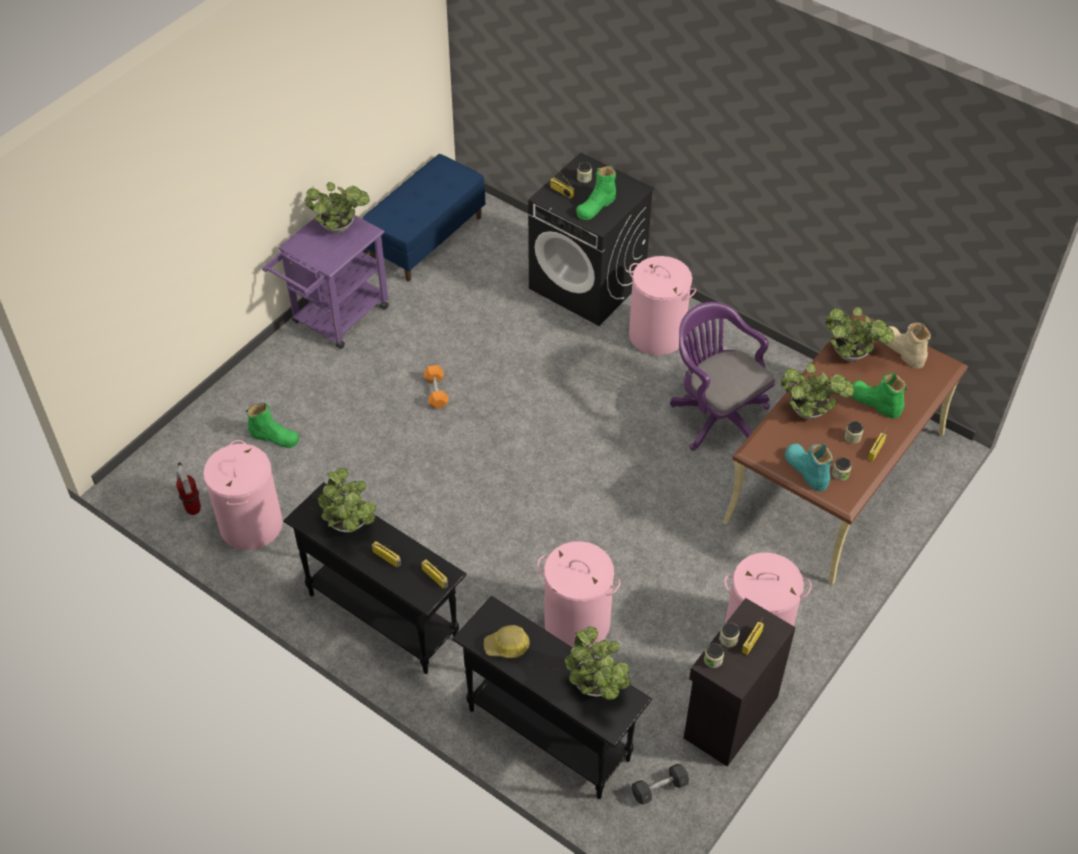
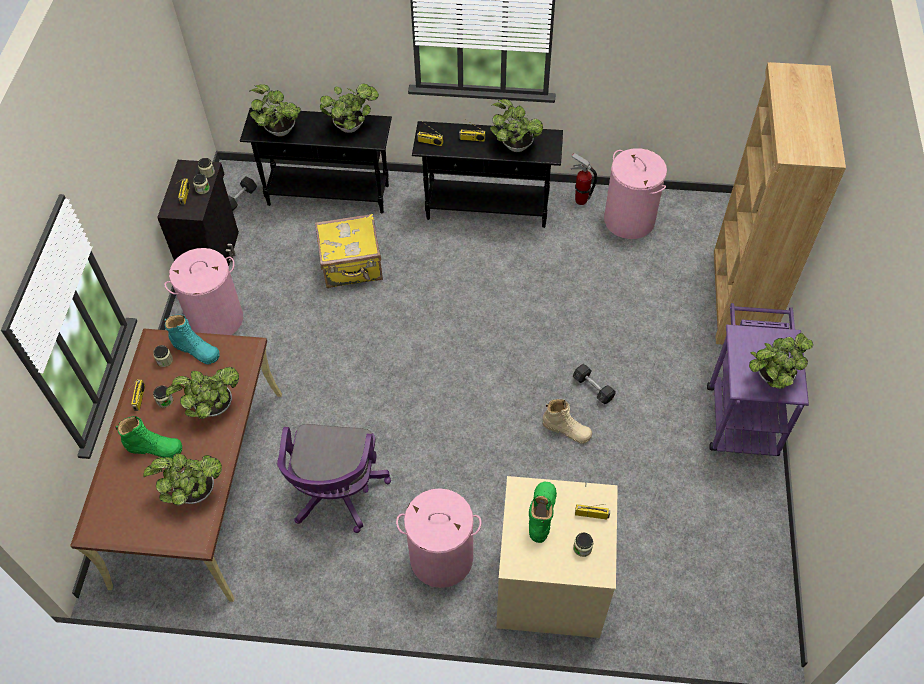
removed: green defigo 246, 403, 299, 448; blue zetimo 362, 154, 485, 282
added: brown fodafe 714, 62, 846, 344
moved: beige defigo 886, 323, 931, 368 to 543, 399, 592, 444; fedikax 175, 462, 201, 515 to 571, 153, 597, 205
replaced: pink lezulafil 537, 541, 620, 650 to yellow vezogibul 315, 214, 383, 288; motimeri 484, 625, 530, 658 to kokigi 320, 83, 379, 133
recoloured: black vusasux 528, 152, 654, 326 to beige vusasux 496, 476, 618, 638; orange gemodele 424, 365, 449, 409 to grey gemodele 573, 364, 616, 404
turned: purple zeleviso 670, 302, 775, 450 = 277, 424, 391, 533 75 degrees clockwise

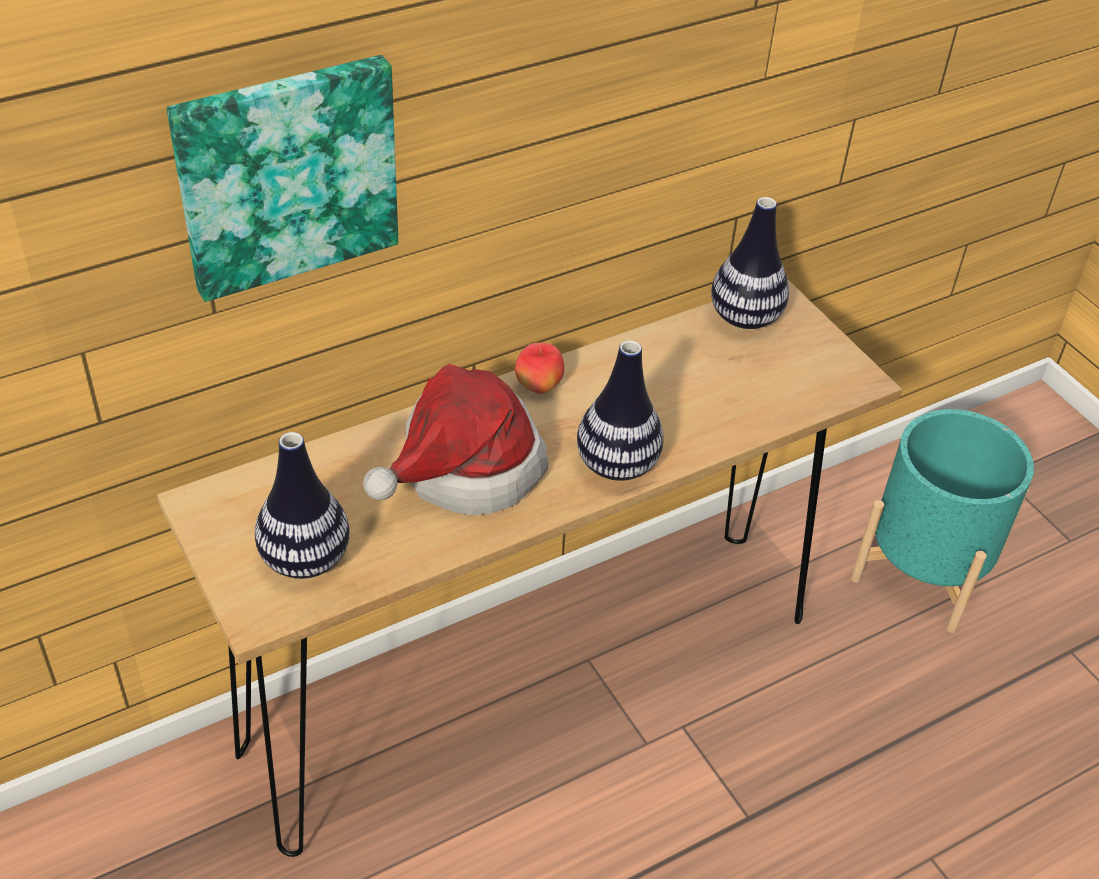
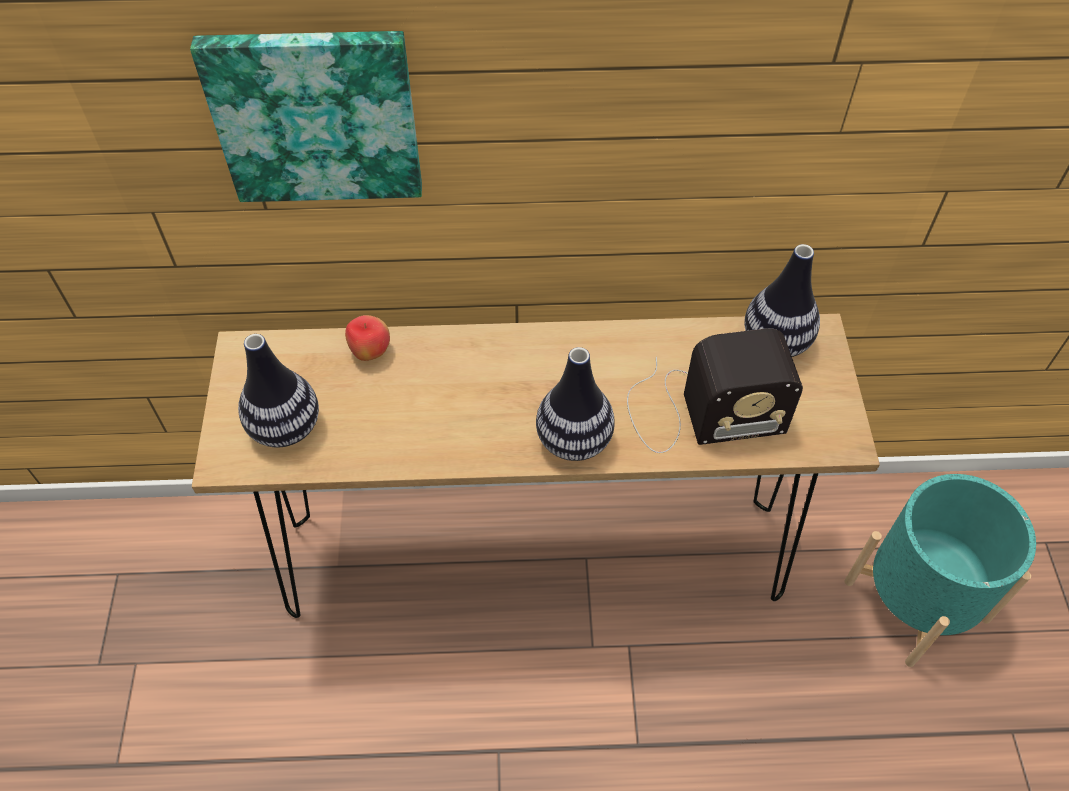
removed: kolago 363, 364, 548, 515
added: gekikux 627, 328, 803, 453
moved: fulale 515, 343, 564, 394 to 345, 315, 390, 361

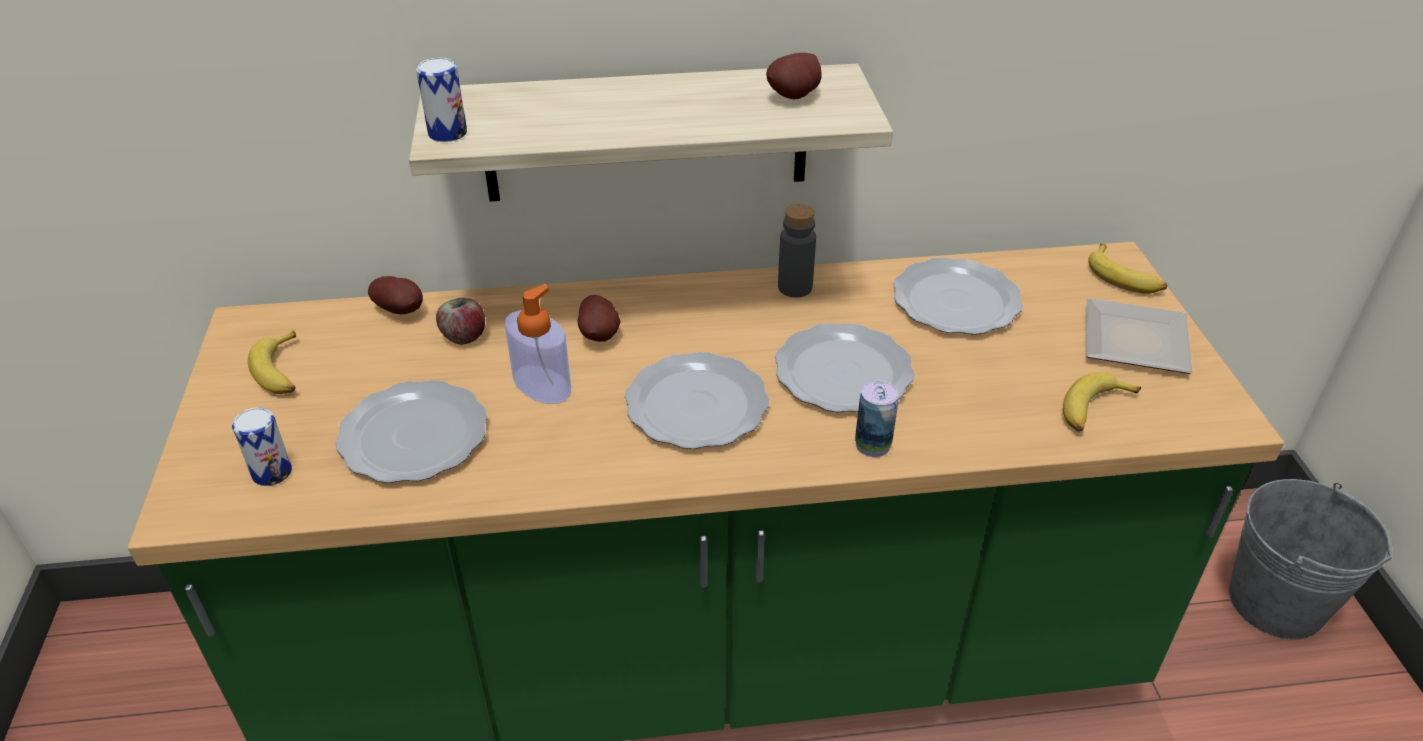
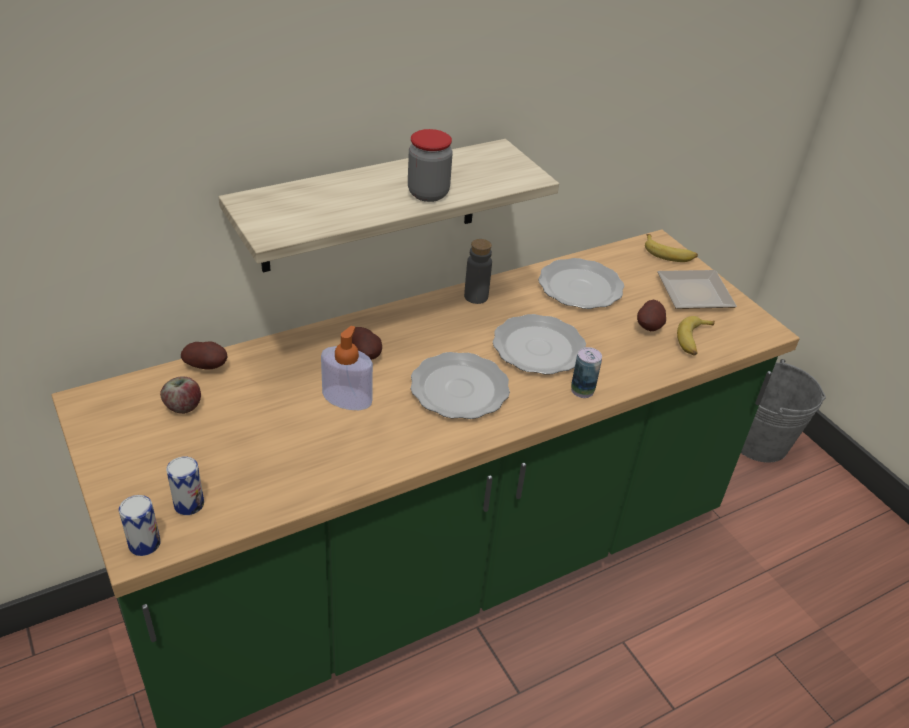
removed: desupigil 248, 330, 296, 394; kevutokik 335, 380, 487, 483
added: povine 408, 129, 453, 202
moved: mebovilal 416, 58, 467, 142 to 119, 495, 161, 556; fulale 436, 298, 485, 345 to 160, 377, 201, 414; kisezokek 766, 53, 821, 99 to 637, 300, 666, 331

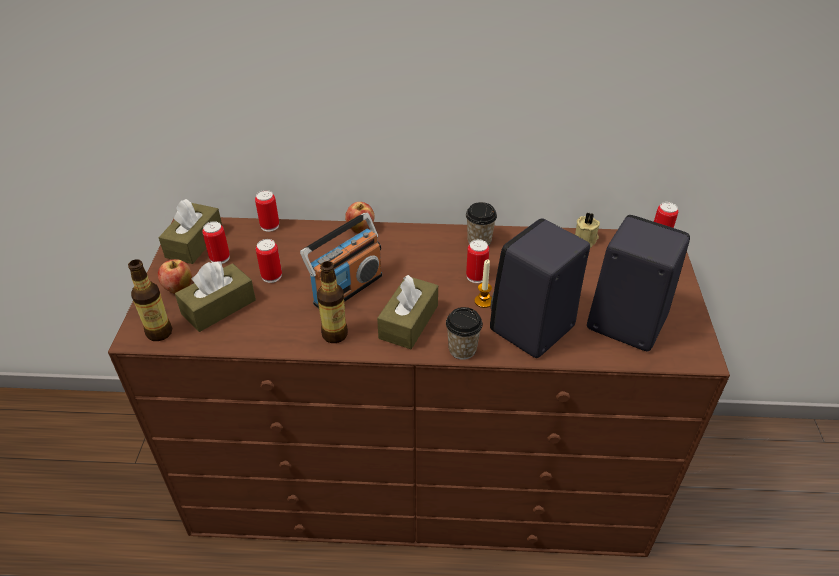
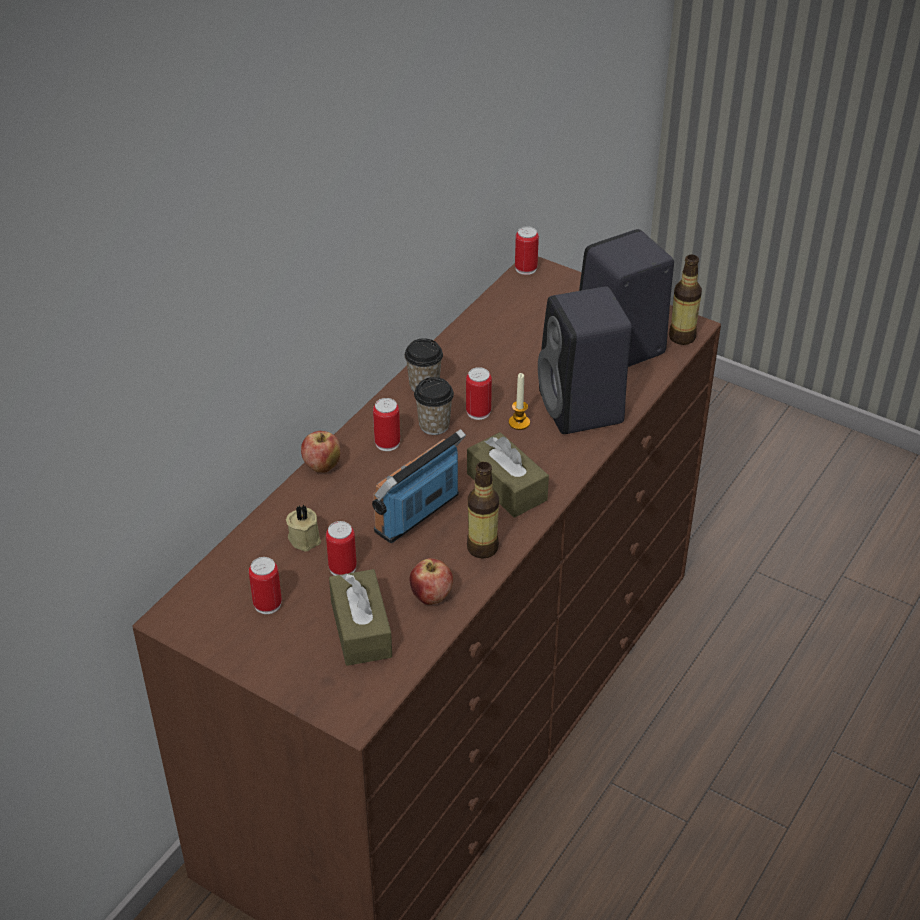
removed: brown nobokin 158, 199, 222, 264
moved: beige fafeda 575, 212, 600, 248 to 286, 505, 321, 551; mebovilal 255, 190, 279, 232 to 373, 398, 400, 451; fulale 158, 259, 192, 294 to 410, 558, 453, 605; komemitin 446, 307, 483, 360 to 414, 377, 454, 435; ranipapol 128, 259, 172, 341 to 669, 255, 702, 345
turned: gekikux 300, 213, 382, 308 = 372, 429, 466, 543 120 degrees counterclockwise

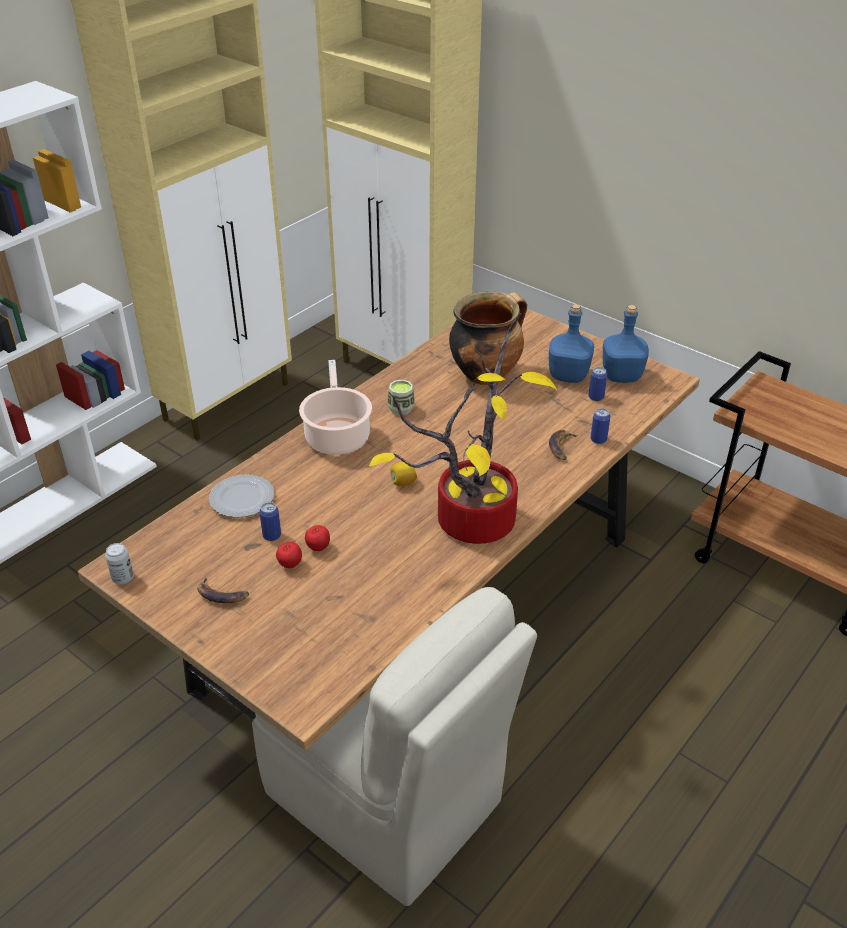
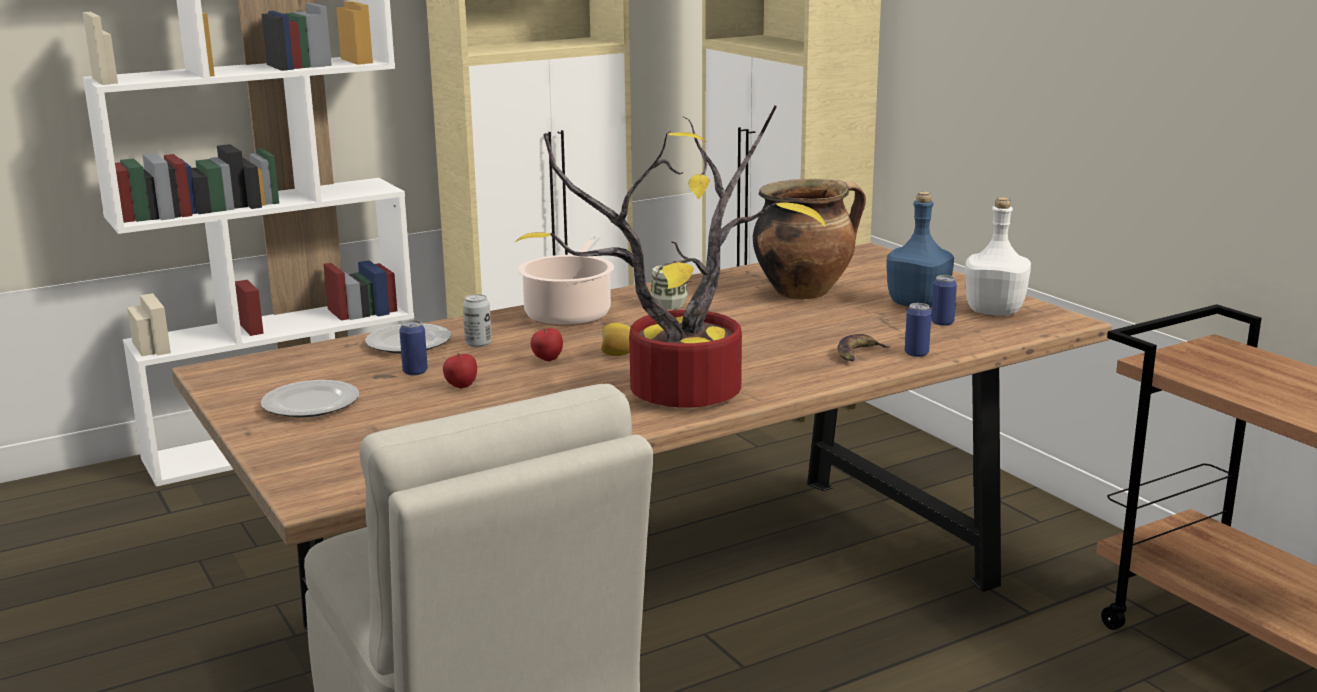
moved: mebovilal 105, 543, 134, 584 to 463, 294, 492, 347; fulale 276, 542, 302, 568 to 531, 328, 563, 361
replaced: desupigil 197, 576, 249, 603 to kevutokik 261, 380, 359, 417
recoloured: blue ranipapol 603, 305, 649, 383 to white ranipapol 965, 197, 1031, 315

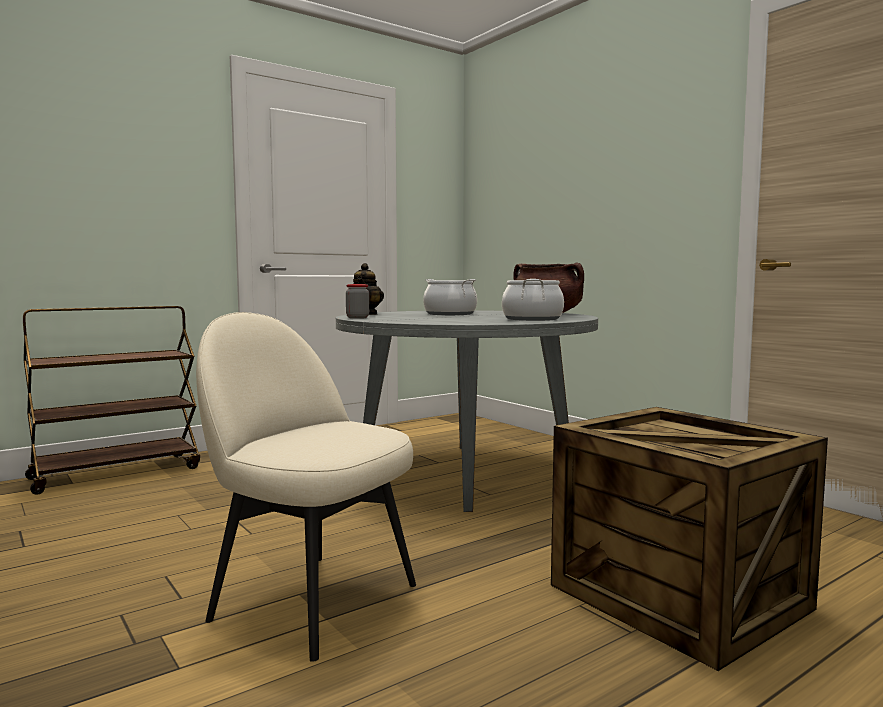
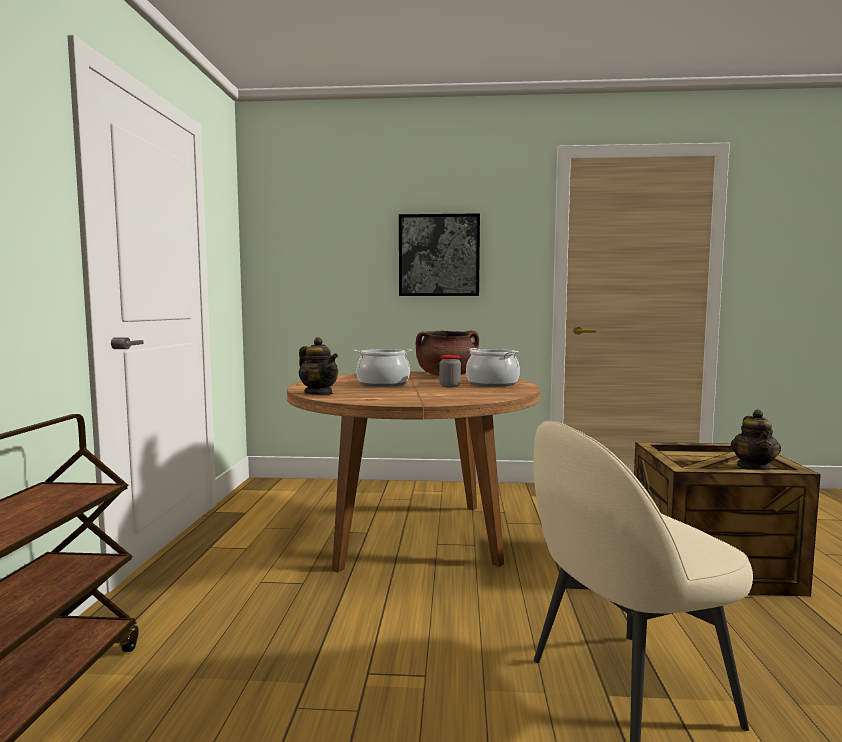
added: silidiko 399, 213, 480, 296; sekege 731, 409, 781, 470
moved: povine 346, 284, 369, 319 to 439, 355, 461, 388
recoloured: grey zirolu 336, 310, 598, 512 to brown zirolu 287, 372, 540, 572

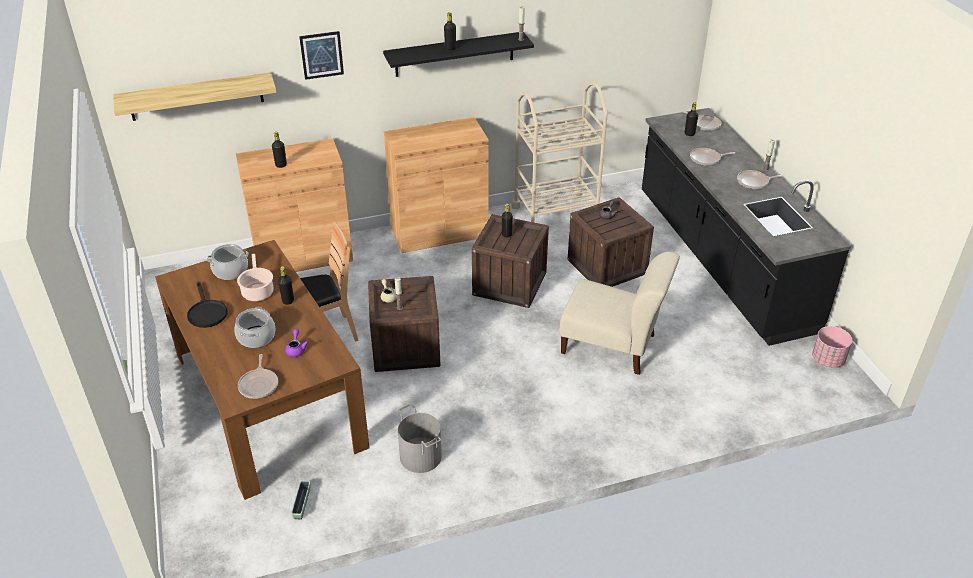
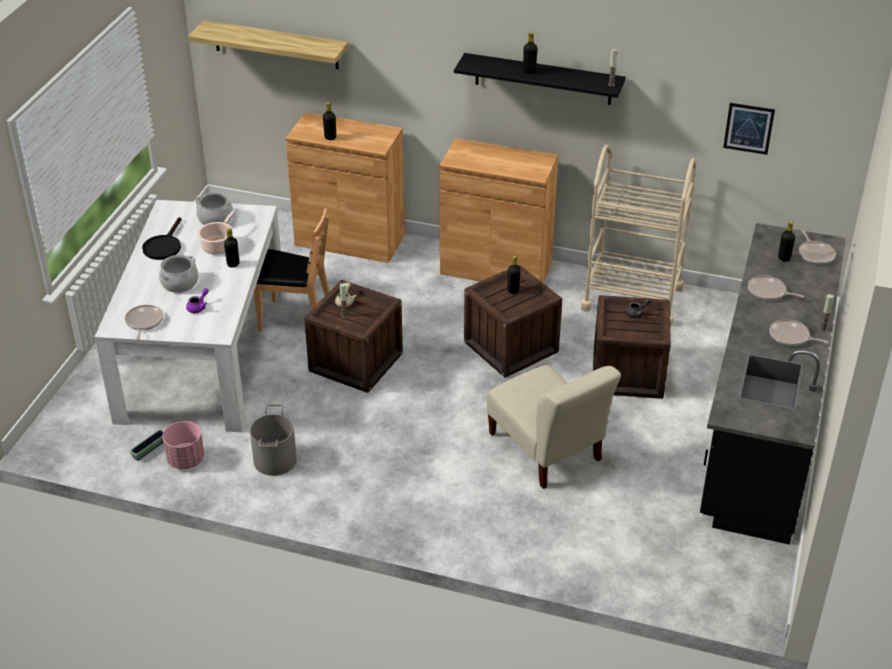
moved: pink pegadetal 812, 326, 852, 368 to 163, 421, 204, 469; silidiko 299, 31, 344, 80 to 723, 103, 775, 155
recoloured: brown zirolu 155, 240, 370, 500 to white zirolu 95, 200, 284, 432
turned: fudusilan 238, 354, 278, 399 = 125, 305, 163, 340 150 degrees clockwise

